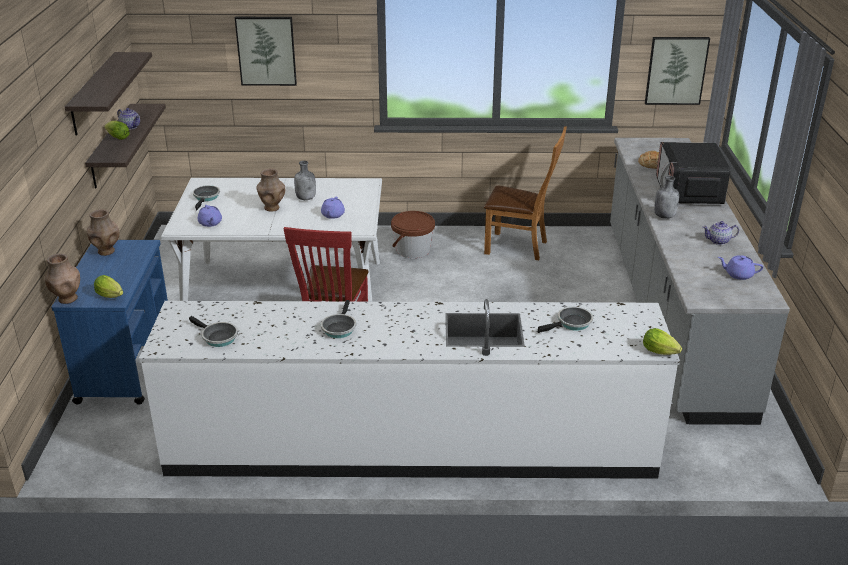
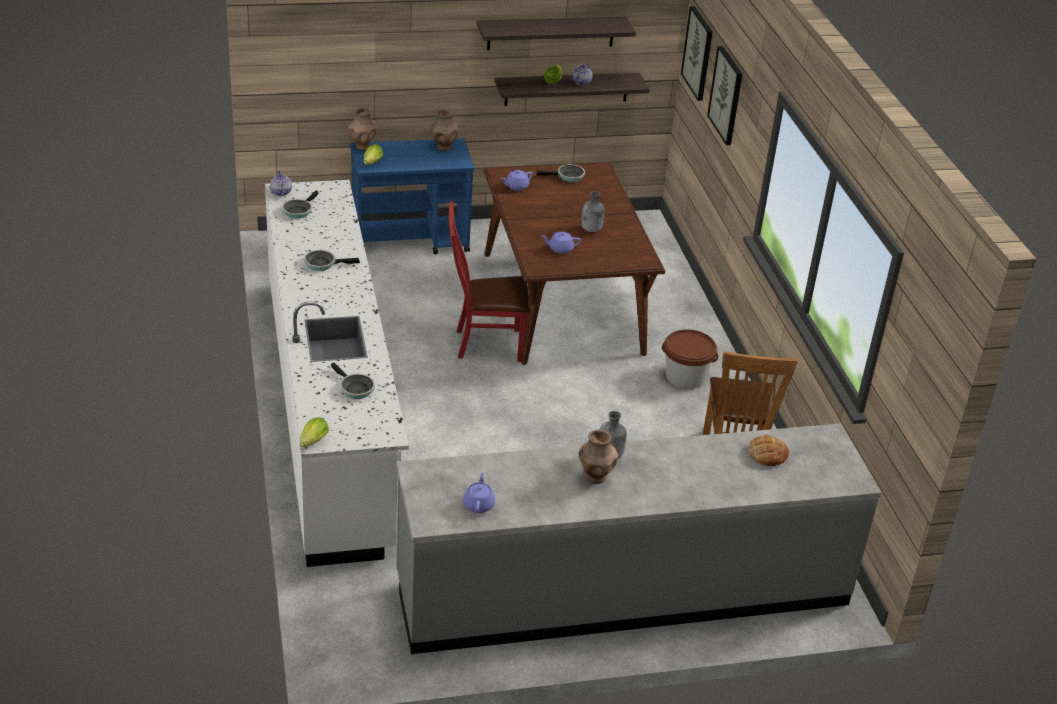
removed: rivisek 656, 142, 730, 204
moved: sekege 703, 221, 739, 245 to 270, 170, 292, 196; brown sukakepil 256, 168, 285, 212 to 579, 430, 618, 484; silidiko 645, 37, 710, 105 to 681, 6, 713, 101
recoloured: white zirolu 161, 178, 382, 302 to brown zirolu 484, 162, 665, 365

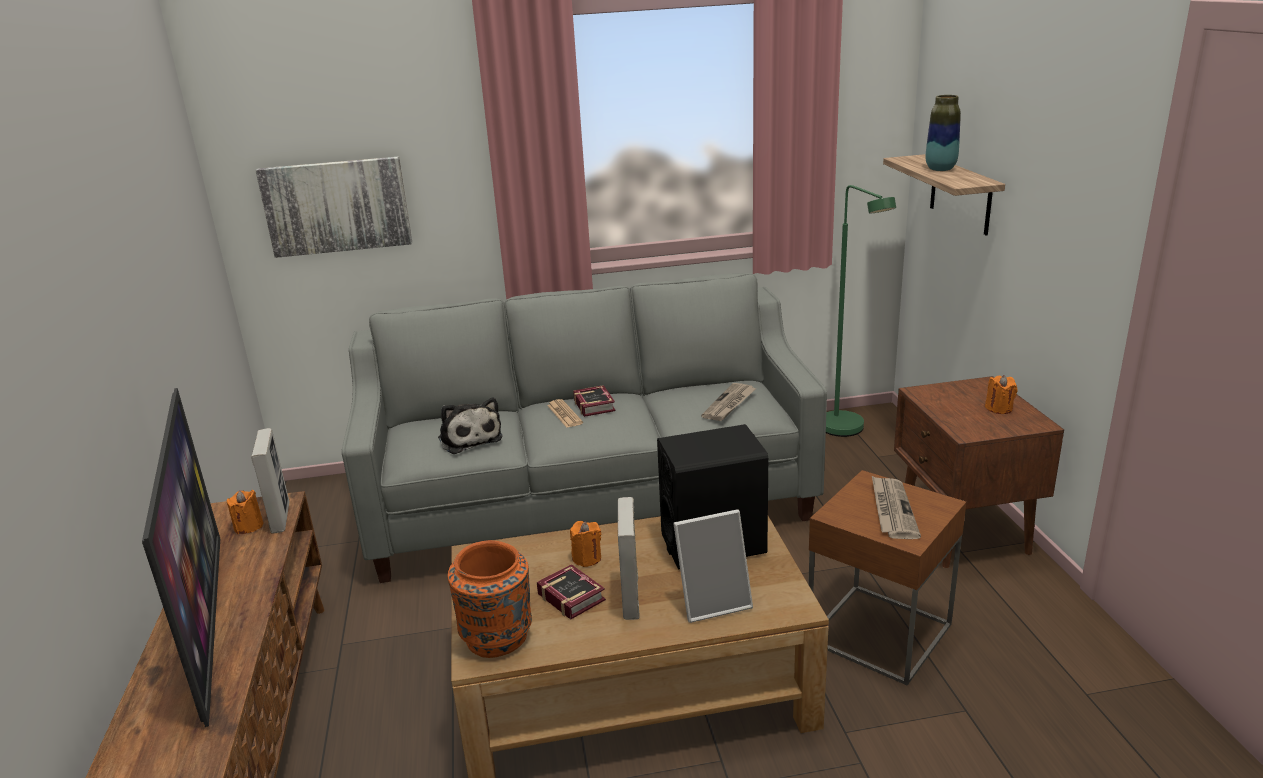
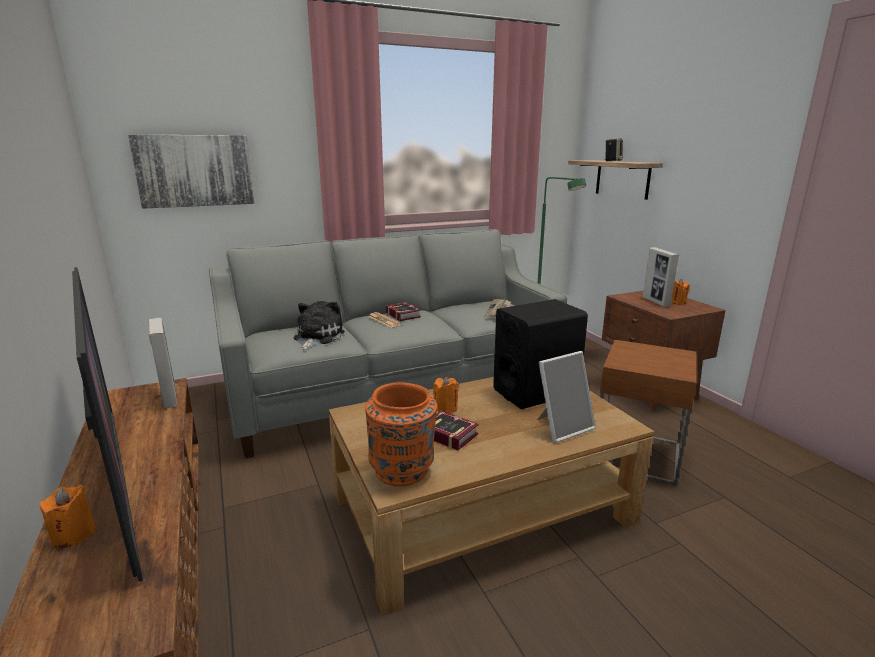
removed: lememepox 872, 476, 921, 539
moved: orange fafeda 227, 490, 263, 534 to 40, 485, 96, 549; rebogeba 618, 497, 640, 620 to 643, 247, 679, 307
replaced: sukakepil 926, 95, 961, 171 to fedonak 604, 138, 623, 161
turned: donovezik 438, 398, 503, 454 = 294, 301, 345, 350 120 degrees counterclockwise

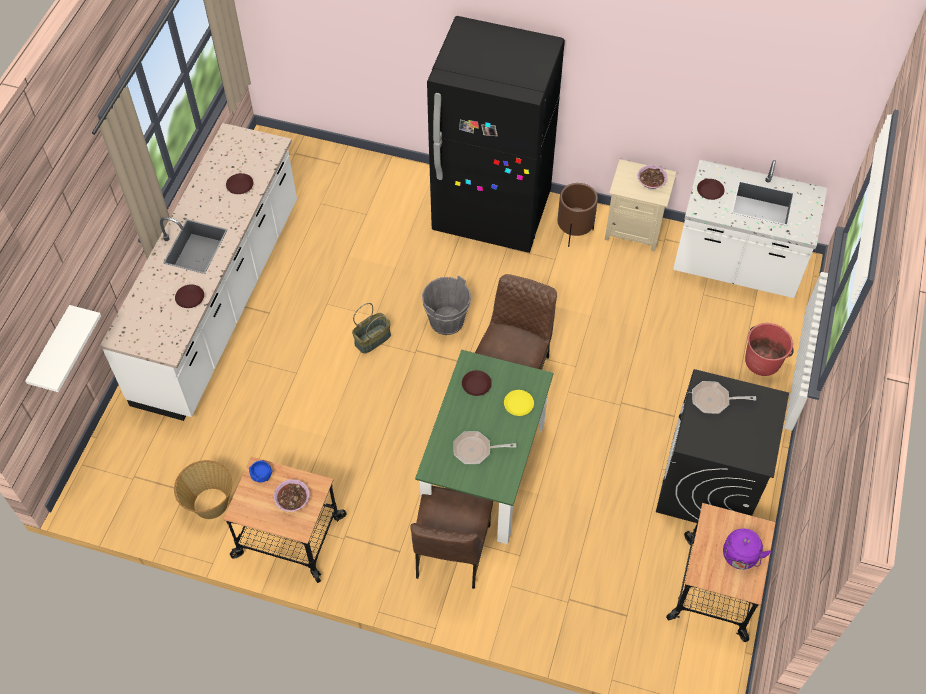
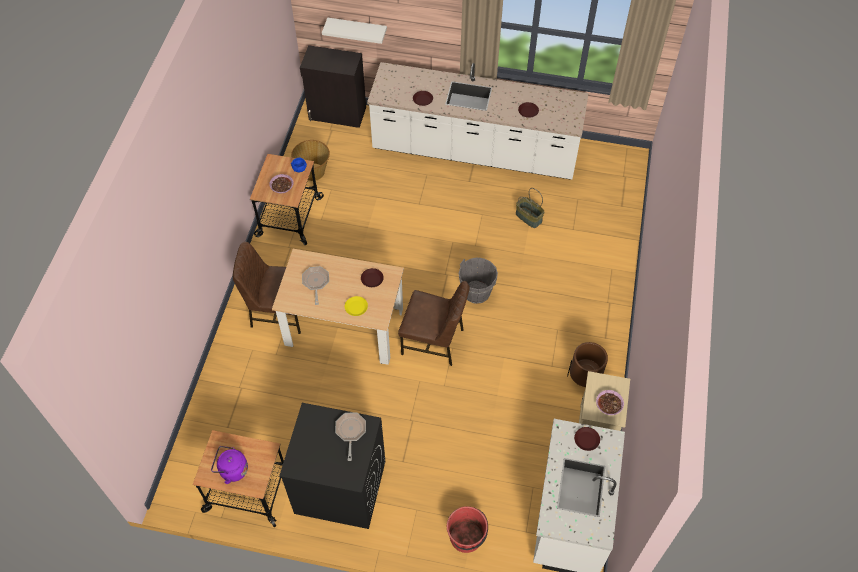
removed: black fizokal 427, 16, 565, 253
added: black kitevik 300, 45, 366, 128
moved: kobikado 352, 303, 391, 353 to 516, 188, 545, 228
recoloured: green zirolu 415, 350, 554, 544 to beige zirolu 272, 249, 404, 365

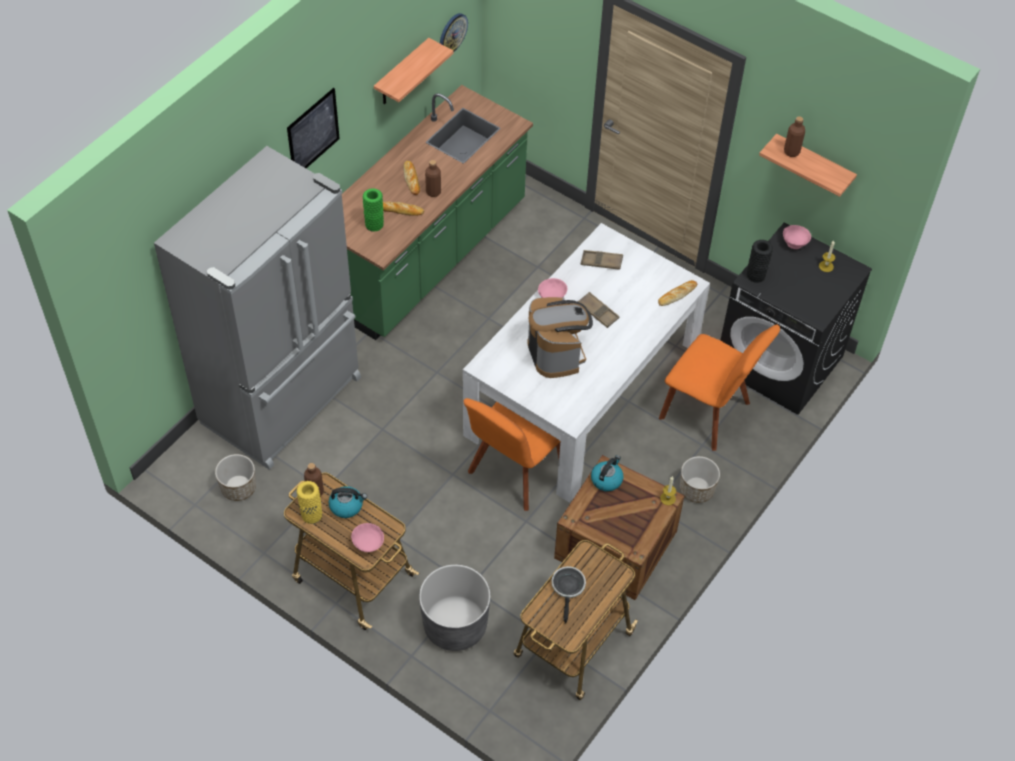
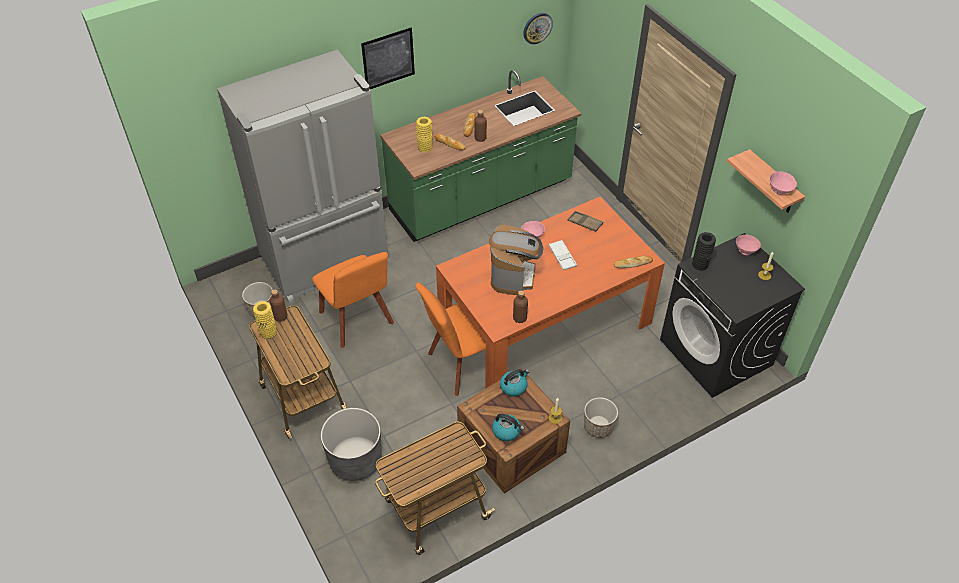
removed: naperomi 374, 38, 453, 105; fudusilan 552, 566, 586, 624
moved: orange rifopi 659, 325, 780, 451 to 312, 252, 394, 348; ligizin 329, 486, 367, 518 to 492, 414, 524, 441; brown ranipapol 784, 116, 805, 157 to 513, 291, 528, 323; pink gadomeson 351, 523, 384, 552 to 769, 171, 797, 194
recoloured: green sukakepil 363, 188, 384, 232 to yellow sukakepil 416, 117, 433, 152; white zirolu 463, 223, 710, 503 to orange zirolu 436, 197, 665, 389; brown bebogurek 578, 292, 619, 328 to white bebogurek 549, 240, 577, 270

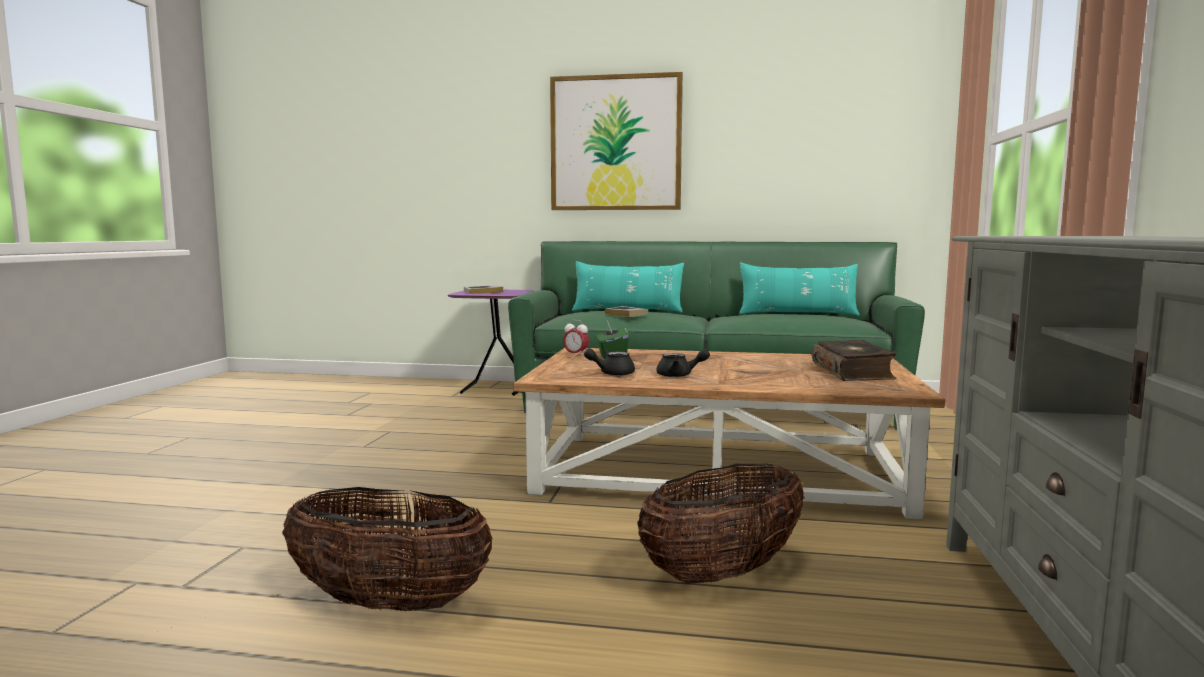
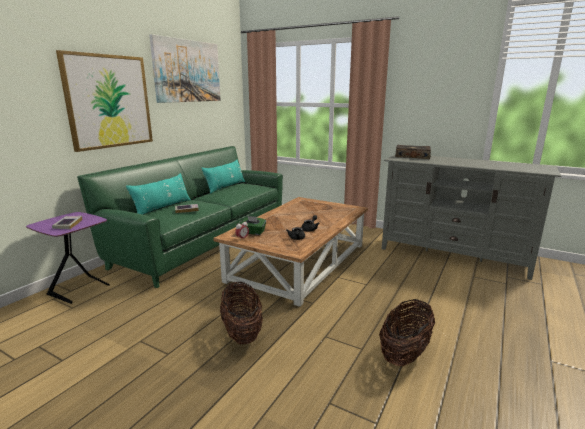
added: silidiko 149, 34, 220, 103
moved: kobikado 637, 463, 804, 584 to 220, 281, 263, 344; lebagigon 812, 340, 897, 381 to 395, 145, 431, 159

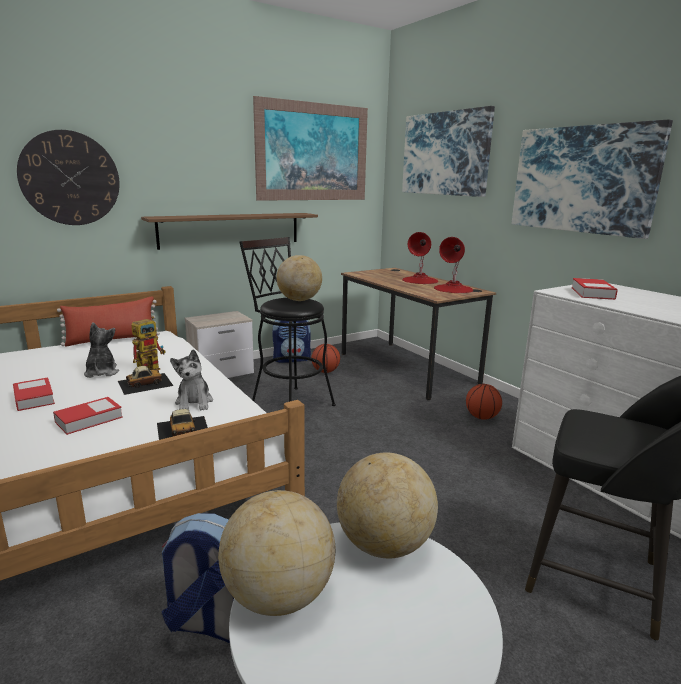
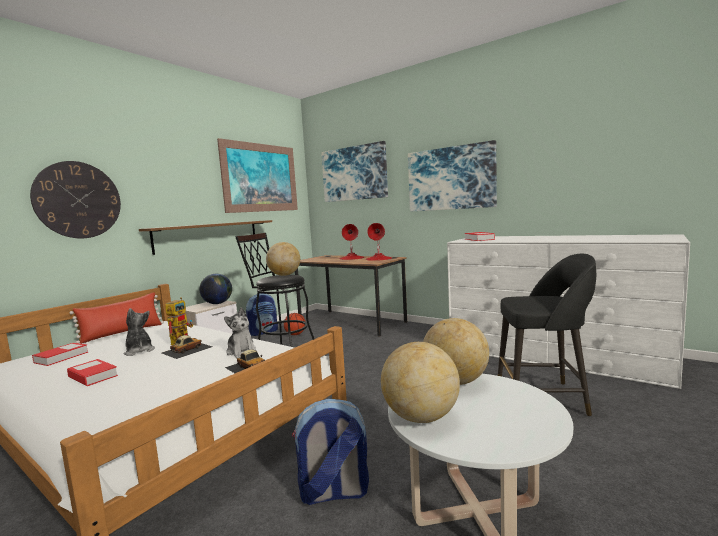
removed: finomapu 466, 384, 502, 420
added: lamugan 199, 274, 232, 304
moved: lebagigon 53, 397, 123, 435 to 32, 343, 88, 366

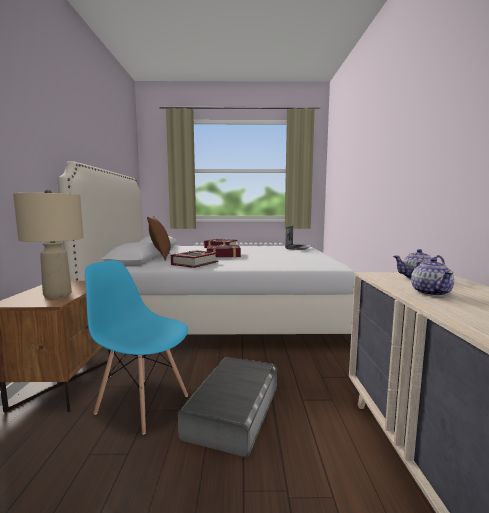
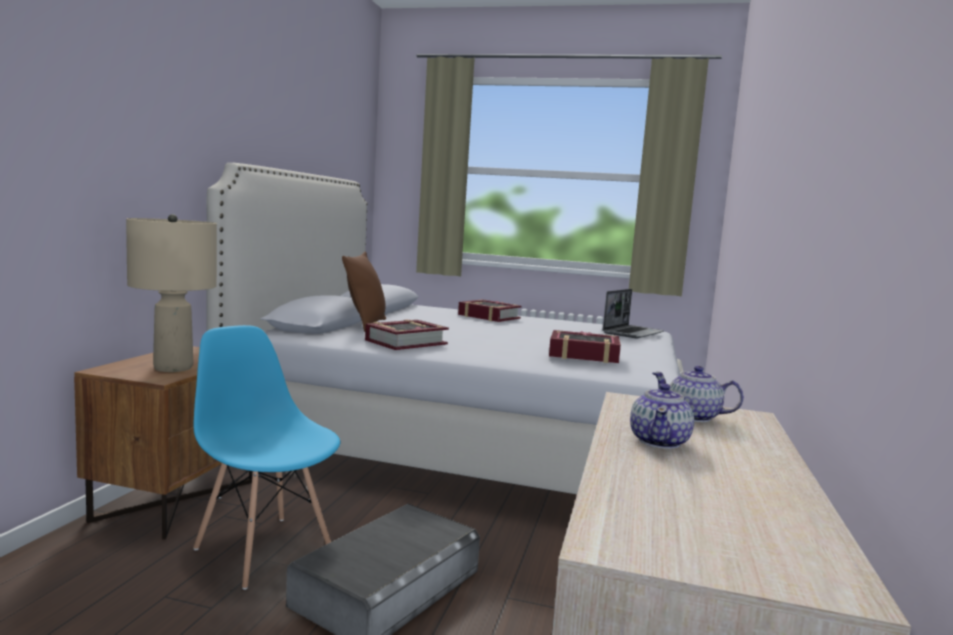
moved: lebagigon 207, 245, 241, 258 to 549, 330, 621, 363

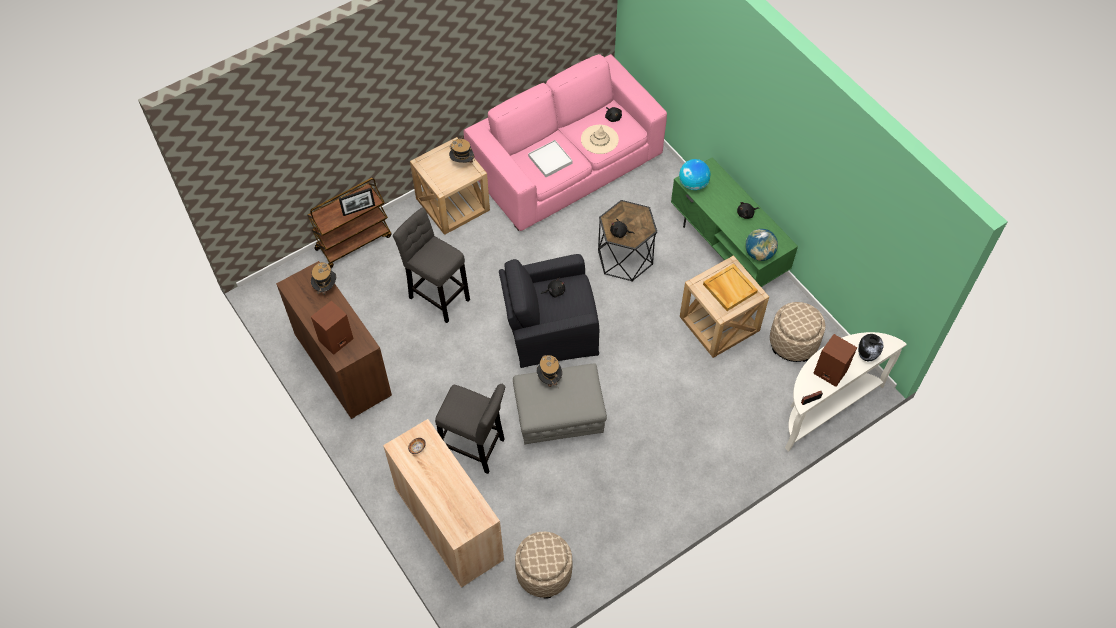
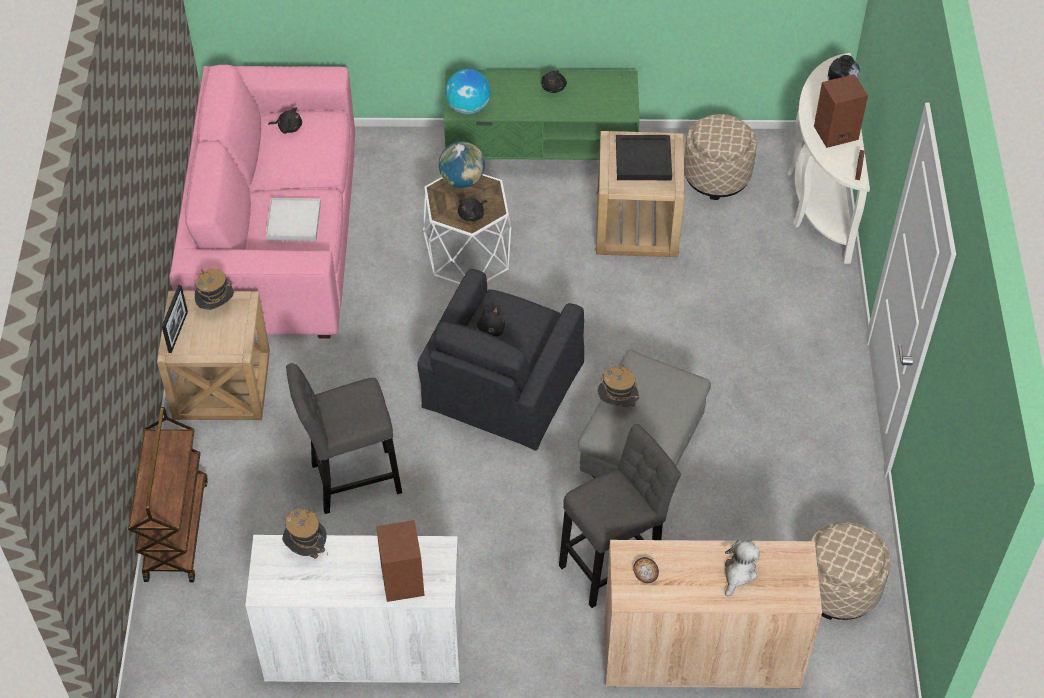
removed: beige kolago 581, 125, 619, 154
added: donovezik 725, 540, 760, 596
moved: rebogeba 339, 188, 375, 216 to 162, 285, 188, 353; lamugan 745, 229, 778, 261 to 439, 141, 485, 188
recoloured: brown kitevik 276, 261, 392, 419 to white kitevik 245, 535, 462, 683; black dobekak 598, 200, 657, 282 to white dobekak 423, 174, 511, 284; beige bebogurek 703, 264, 758, 311 to black bebogurek 616, 135, 672, 180

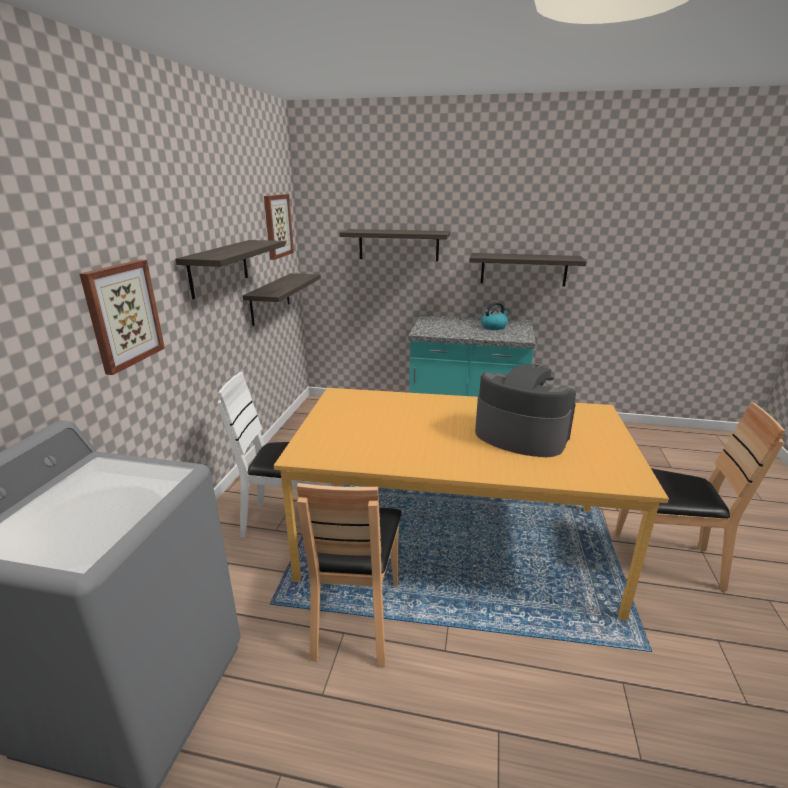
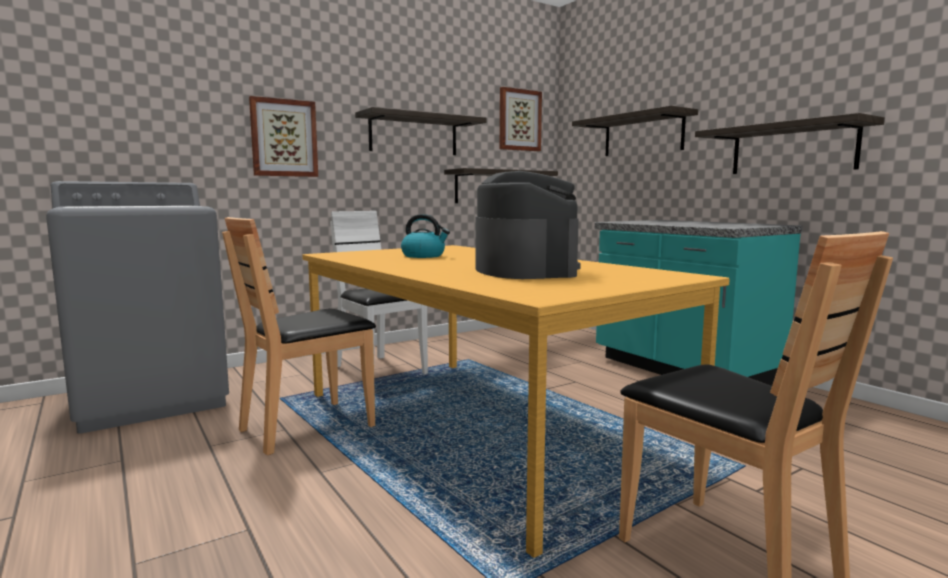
moved: ligizin 481, 302, 509, 330 to 401, 214, 450, 258

